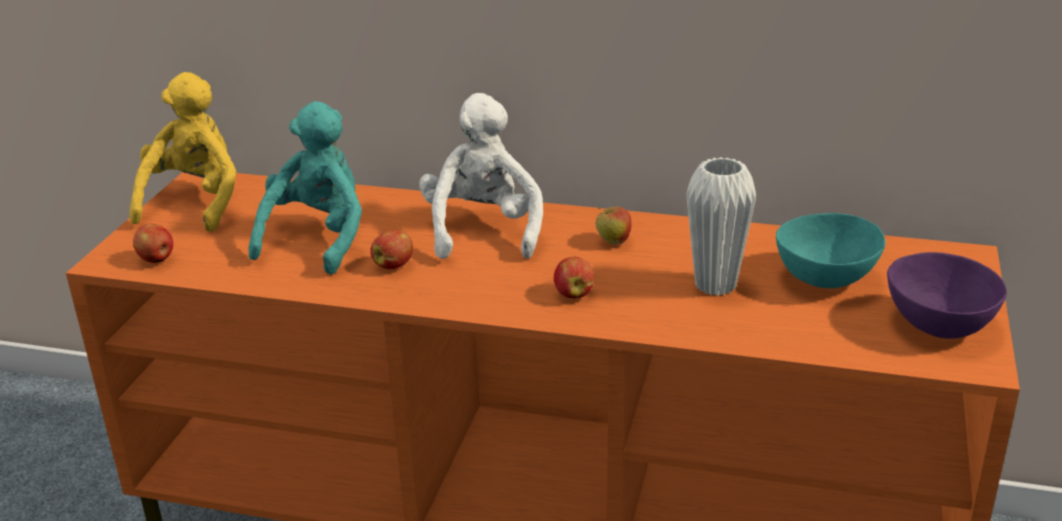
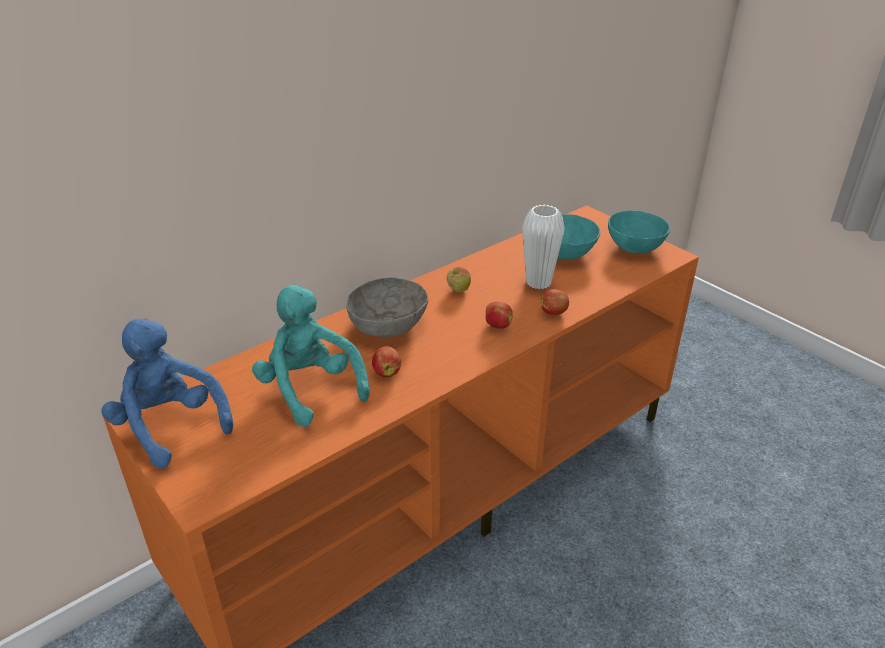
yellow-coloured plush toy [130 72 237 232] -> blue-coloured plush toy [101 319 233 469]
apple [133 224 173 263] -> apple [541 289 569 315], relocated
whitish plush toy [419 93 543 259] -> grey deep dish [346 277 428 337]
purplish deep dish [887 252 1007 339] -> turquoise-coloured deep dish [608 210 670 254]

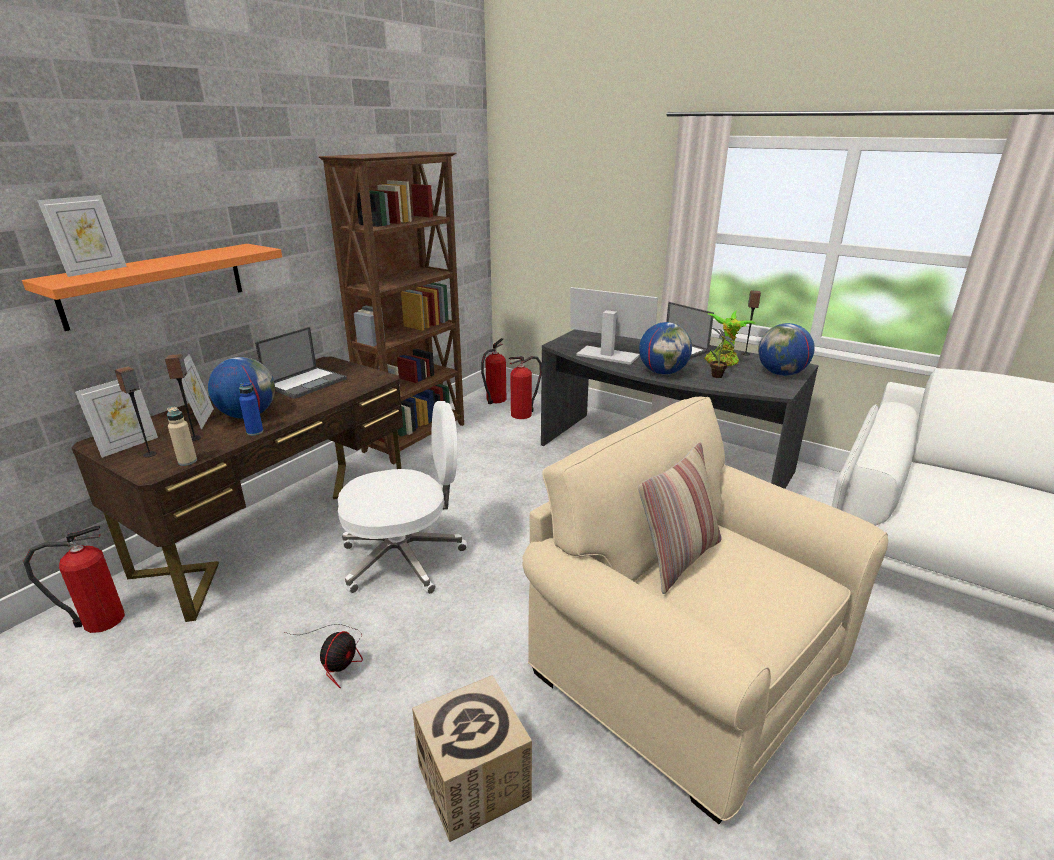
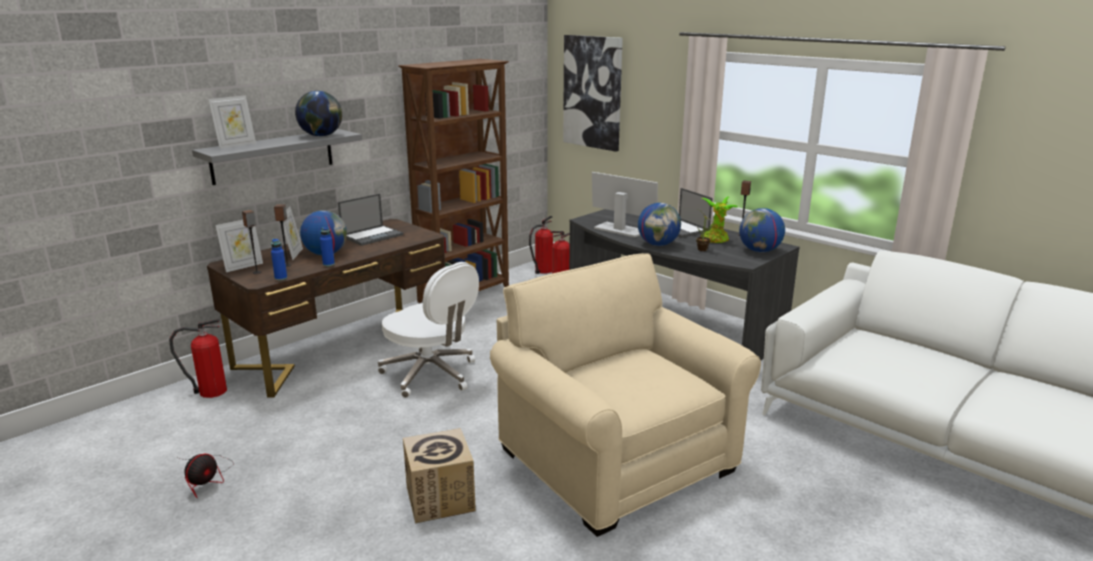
orange bracket shelf [22 244 282 331] -> grey bracket shelf [192 129 362 185]
beige drink bottle [167 407 197 466] -> blue-coloured drink bottle [271 239 287 280]
cooling fan [285 624 363 688] -> cooling fan [176 454 234 498], relocated
whitish desk chair [338 401 467 594] -> whitish desk chair [378 262 479 398], 45 degrees clockwise
cushion [638 443 721 594] -> none
none -> world globe [295 91 342 137]
none -> picture [563 35 623 152]

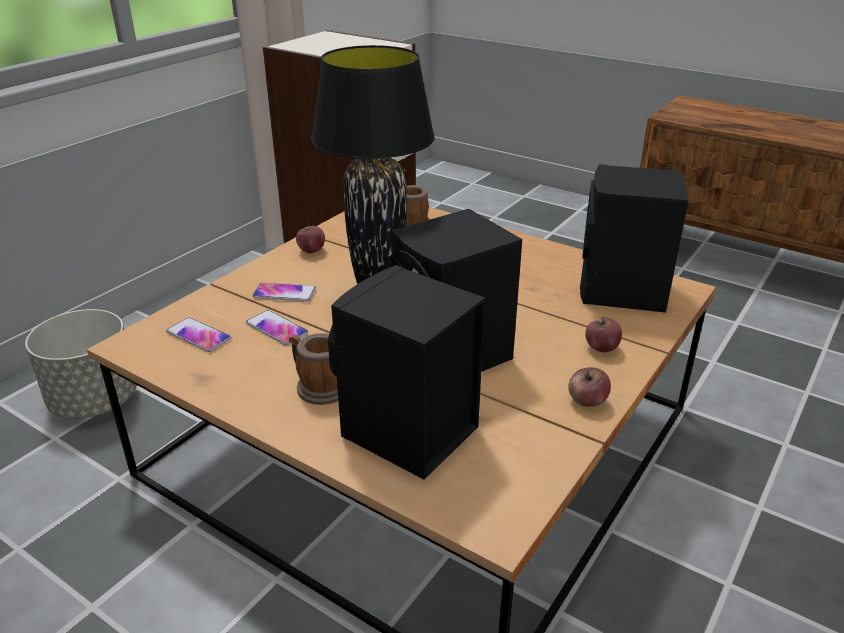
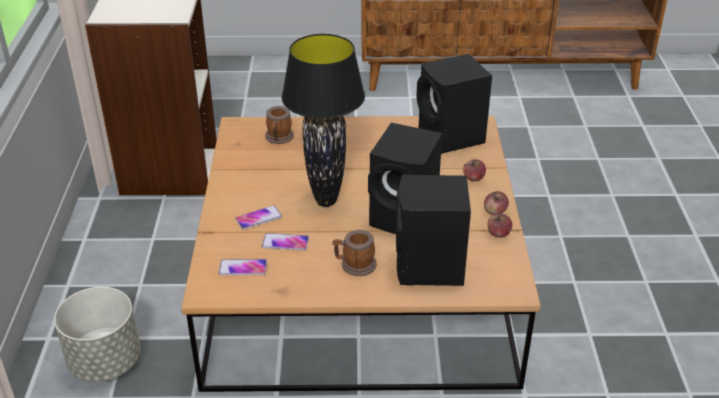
apple [296 224 325 253] -> apple [488 214 512 237], relocated

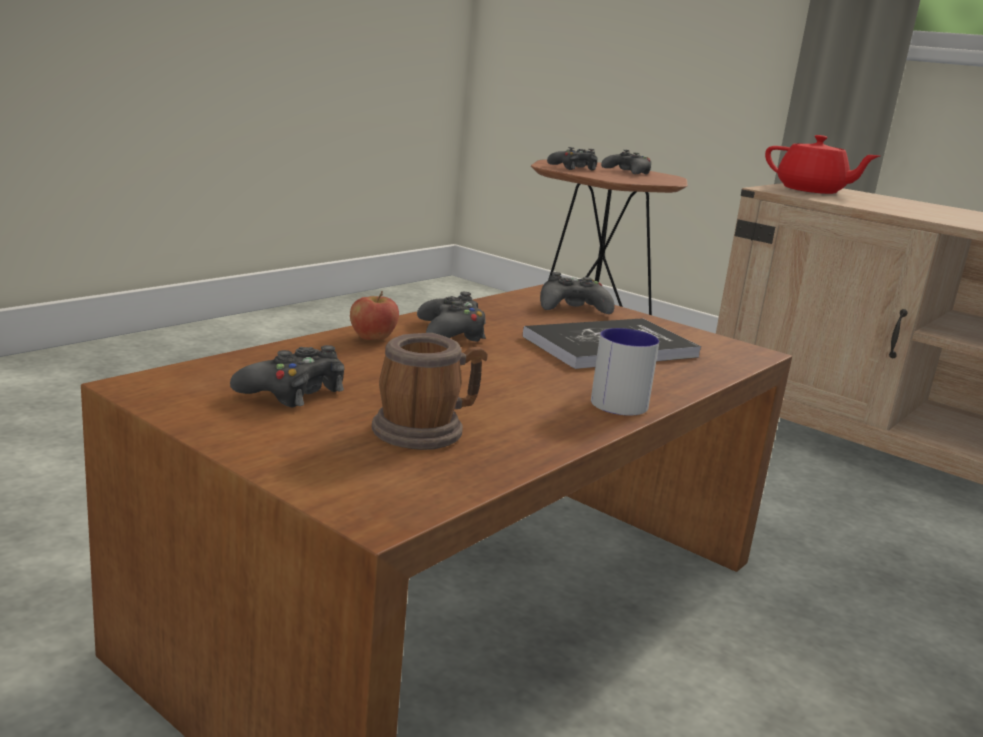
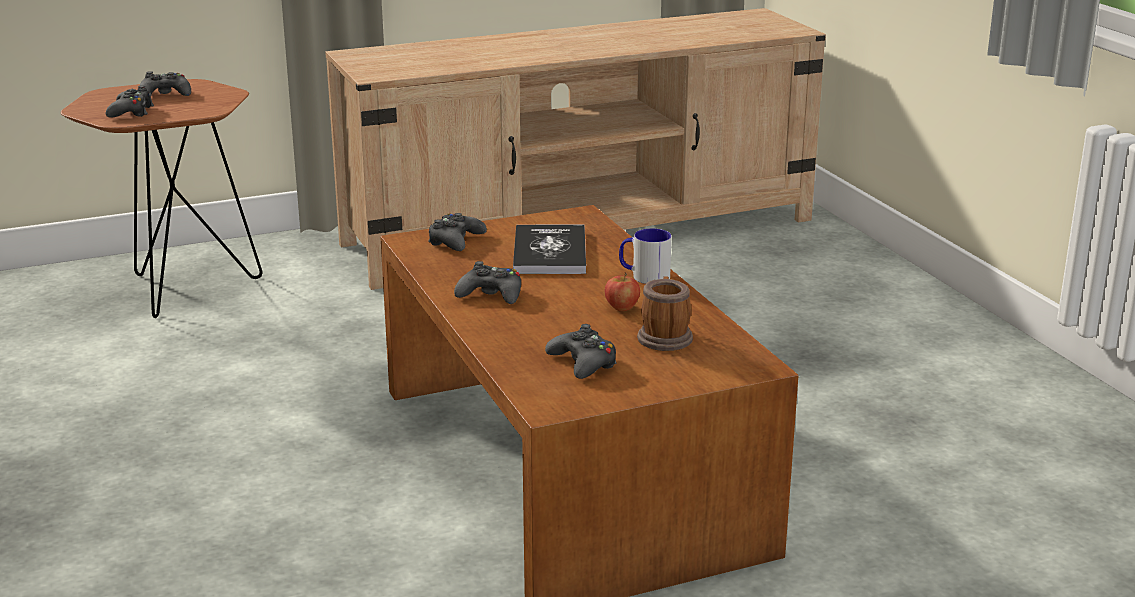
apple [350 291 399 340] -> apple [605 272 640 311], relocated
red-coloured pot for tea [765 135 880 194] -> none

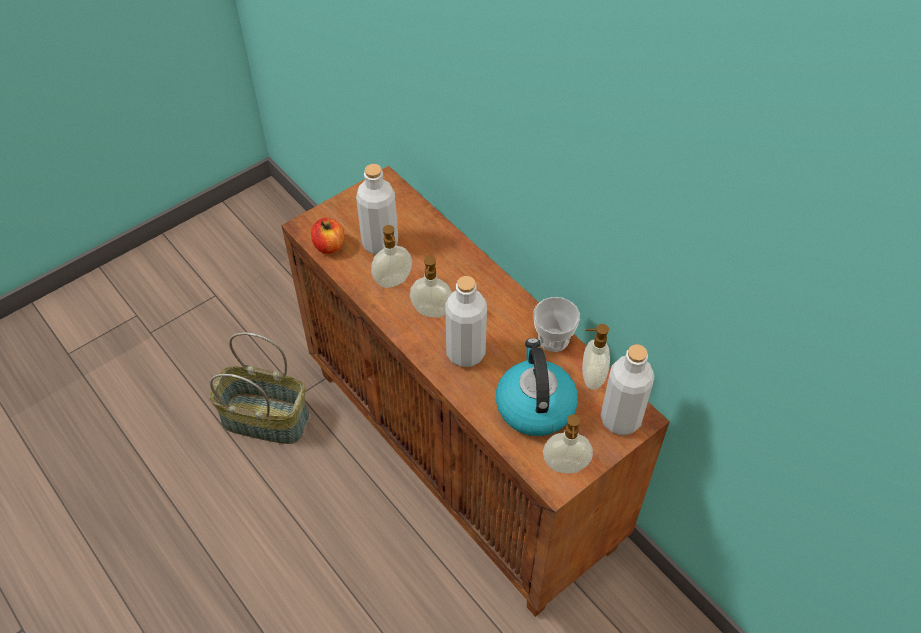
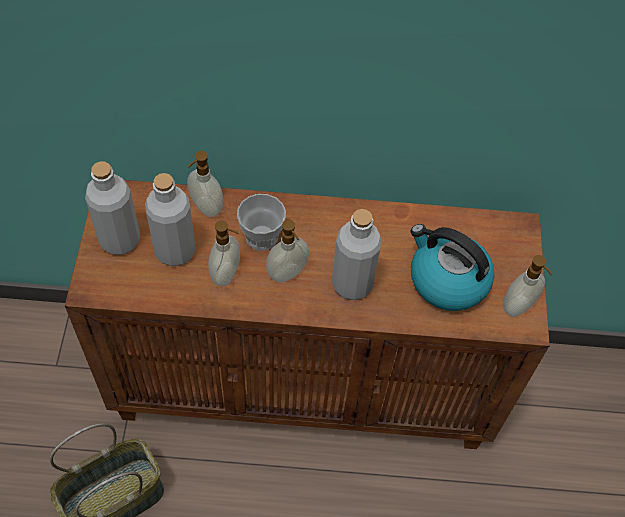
apple [311 218 344 254] -> none
drinking cup [533 297 580 352] -> drinking cup [237 194 286 251], relocated
soap dispenser [582 324 610 390] -> soap dispenser [187 151 223 217], relocated
grey drink bottle [600 344 654 435] -> grey drink bottle [85 161 140 255], relocated

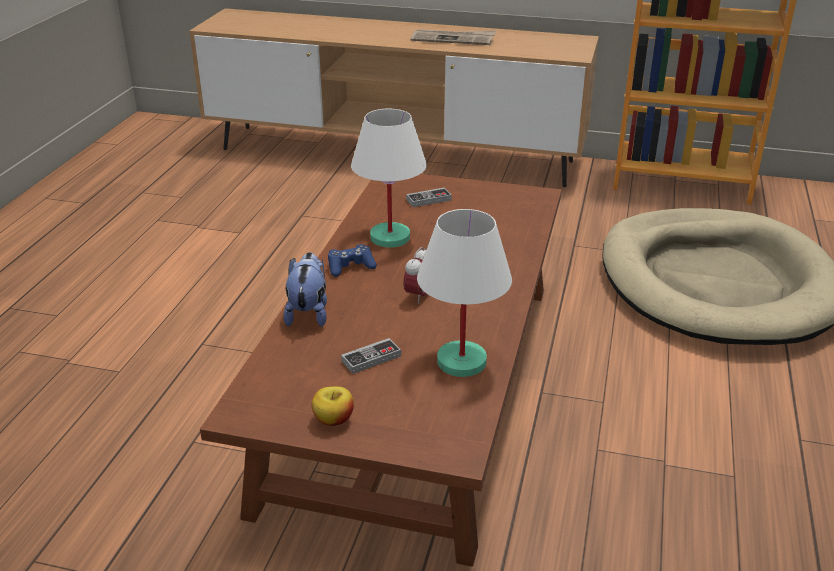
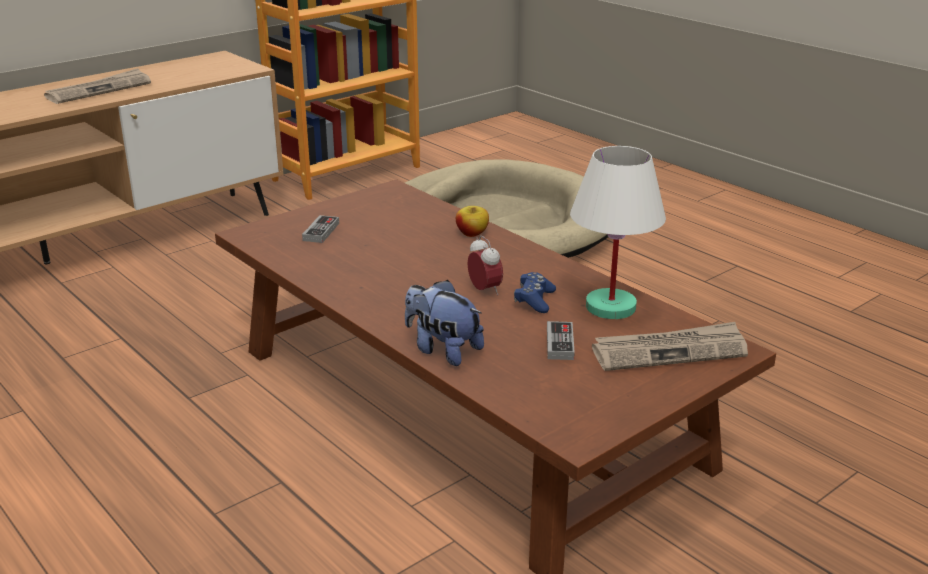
apple [312 386 354 426] -> apple [456 206 489 237], relocated
blue-coloured gamepad [328 244 377 277] -> blue-coloured gamepad [514 272 556 313], relocated
whitish tabletop lamp [351 109 427 248] -> none
none -> daily paper [592 322 748 371]

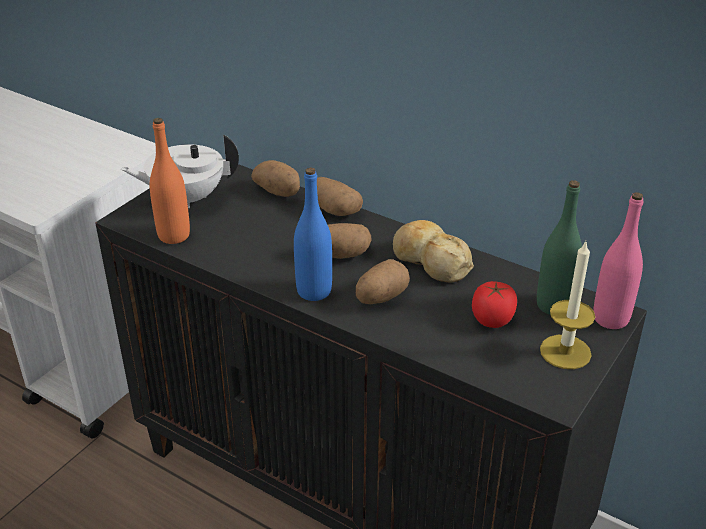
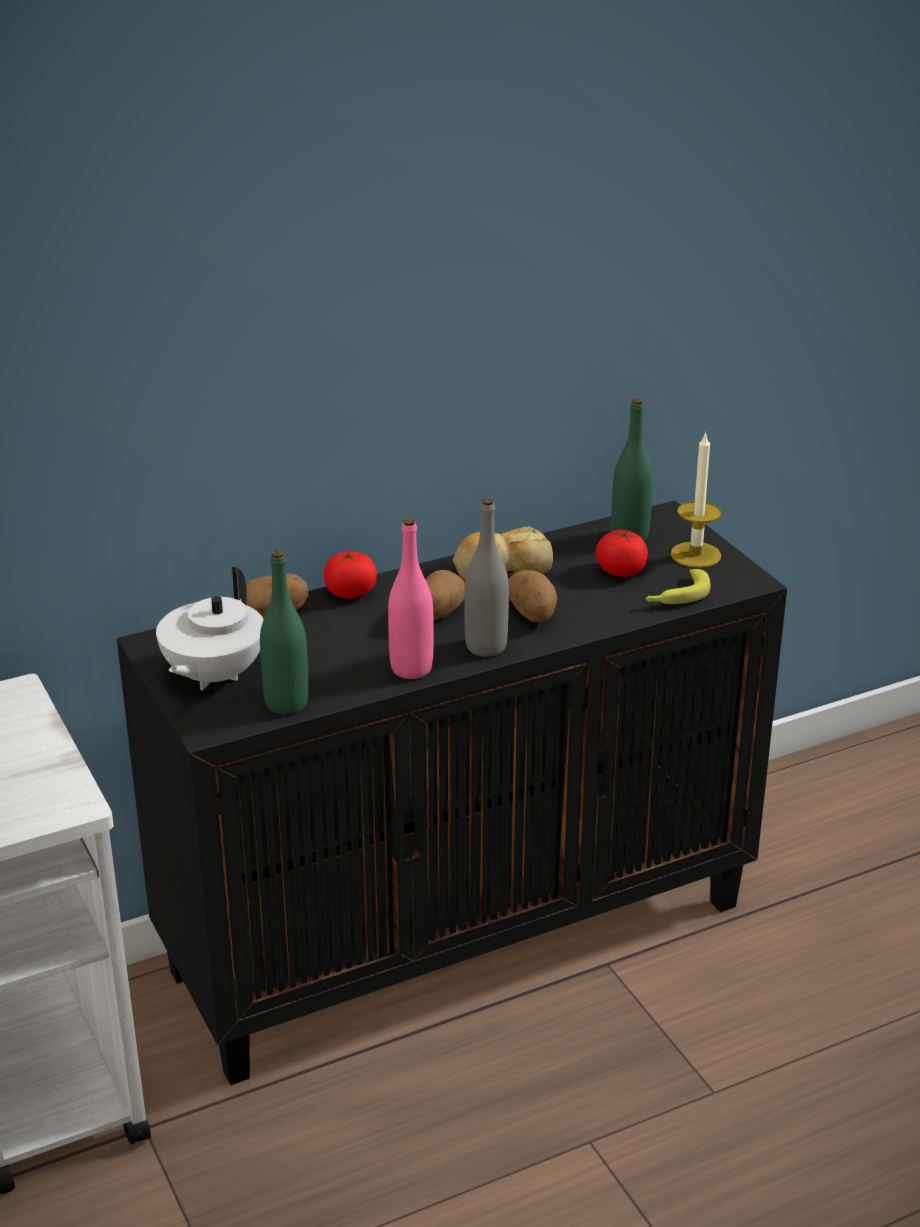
orange drink bottle [149 118 190 244] -> greenish drink bottle [260 550 308 715]
blue-coloured drink bottle [294 167 332 301] -> grey drink bottle [464 498 509 657]
spud [317 177 363 216] -> whole tomato [324 550 377 599]
pink drink bottle [593 192 643 329] -> pink drink bottle [388 518 433 679], relocated
none -> banana [645 569 711 604]

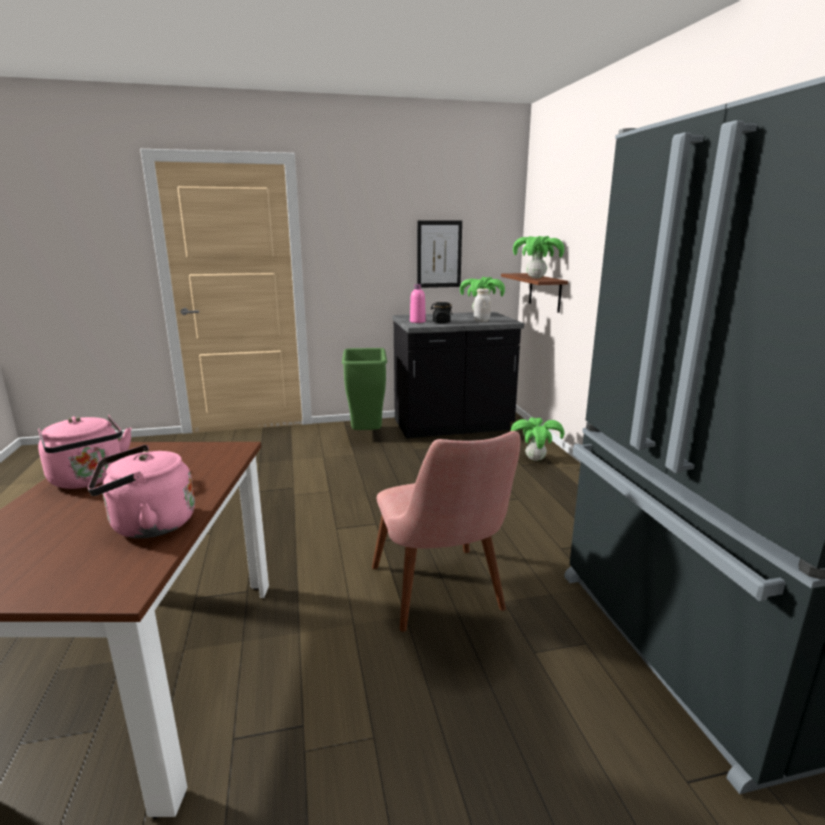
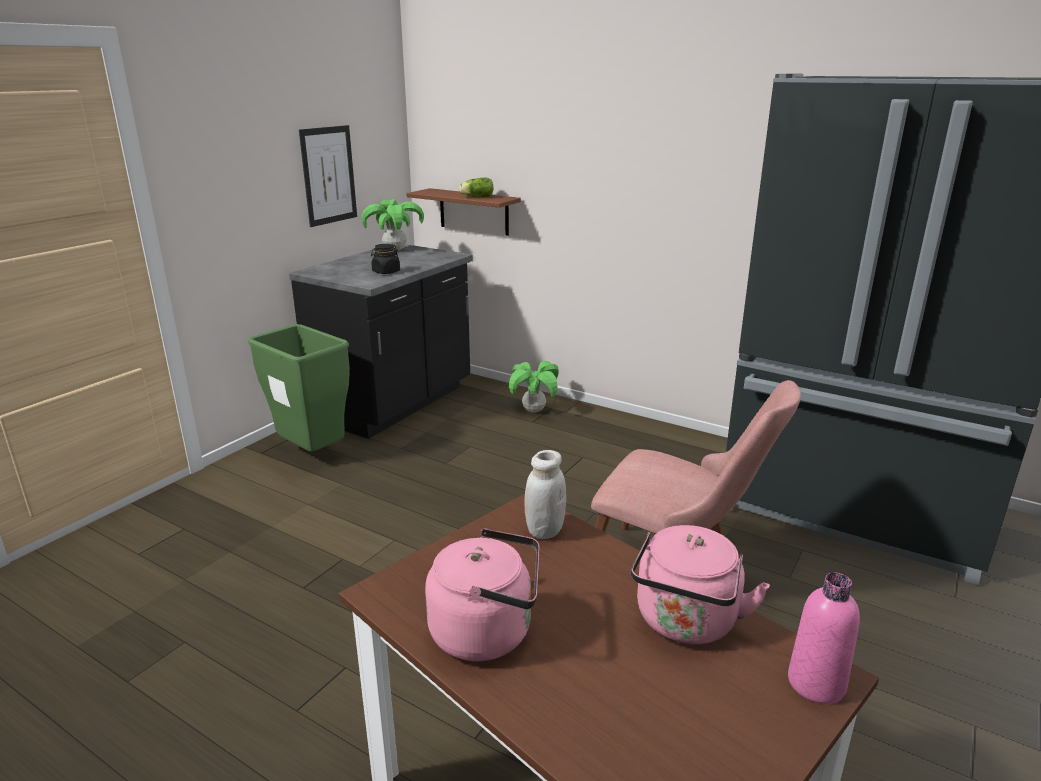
pink drink bottle [410 284 426 323] -> pink drink bottle [788 572 860 704], relocated
whitish jar [474 288 491 322] -> whitish jar [524 450 566 539], relocated
plant in a pot [513 236 564 278] -> head of lettuce [459 178 493 197]

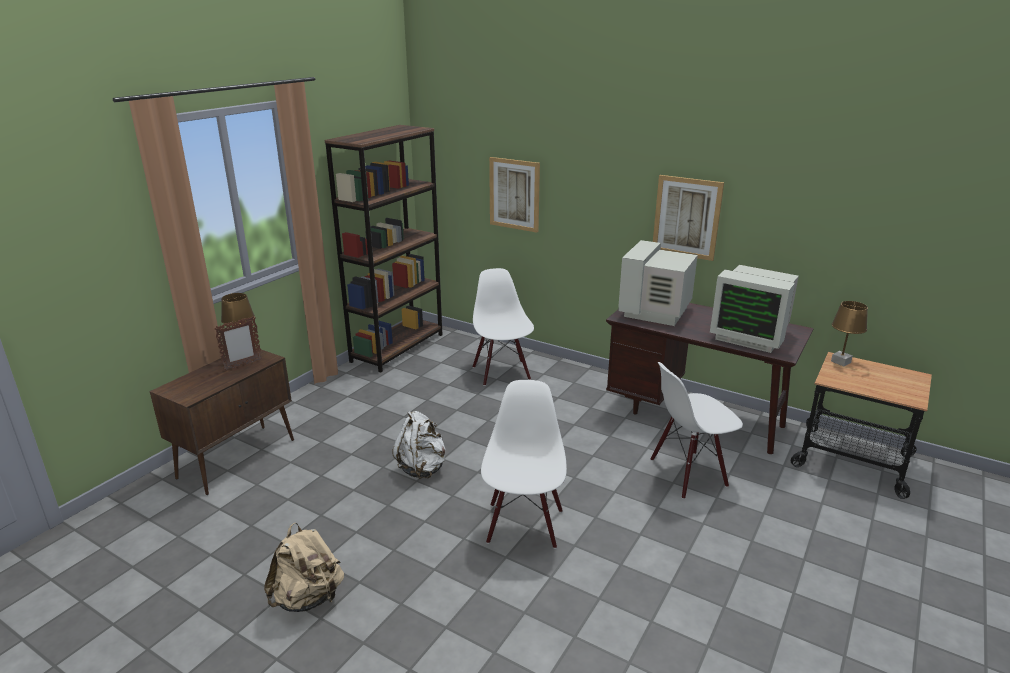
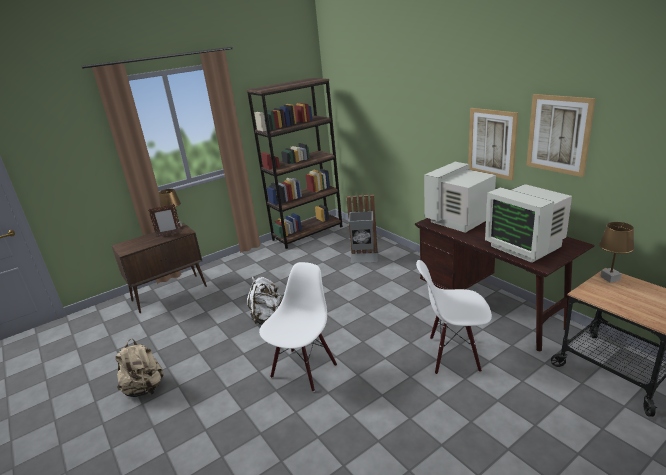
whitish plain chair [472 268 534 386] -> grey rubbish bin [347 195 378 263]
picture [489 157 540 233] -> picture [526 94 596 177], relocated

